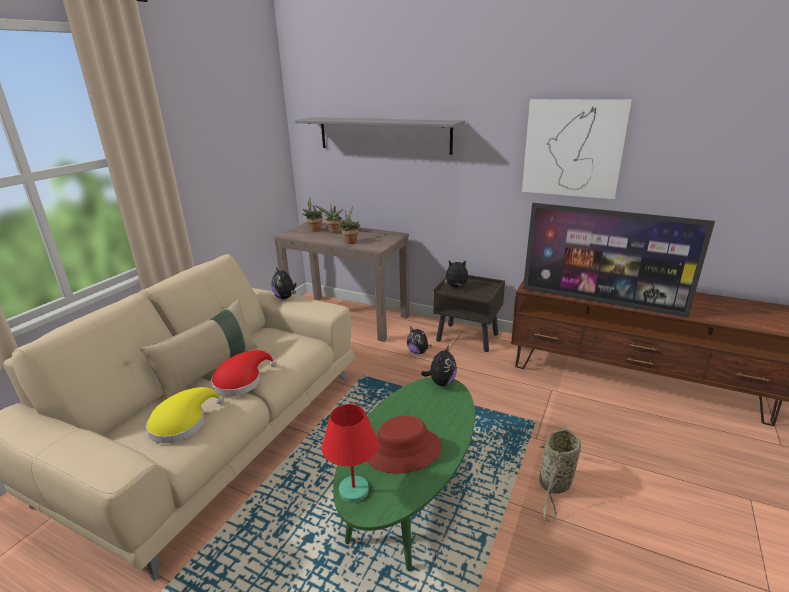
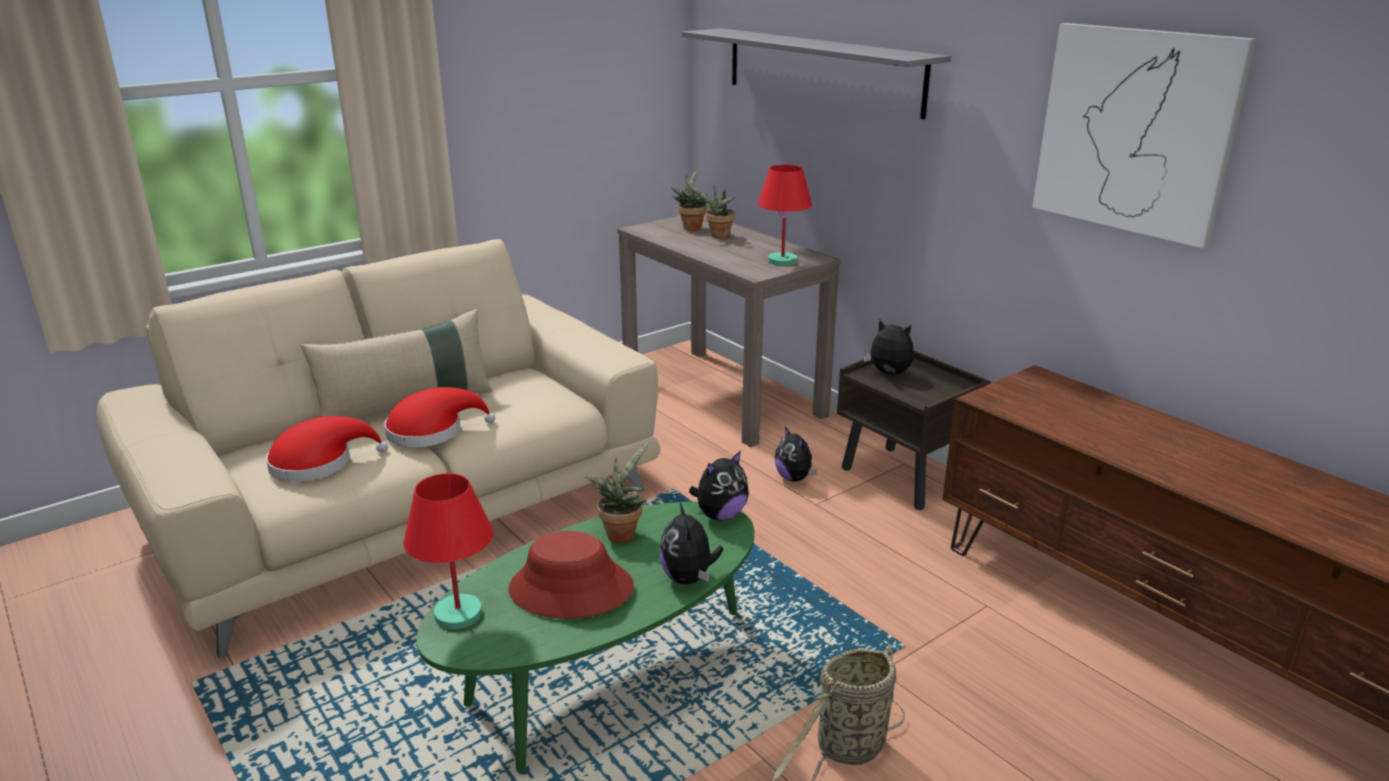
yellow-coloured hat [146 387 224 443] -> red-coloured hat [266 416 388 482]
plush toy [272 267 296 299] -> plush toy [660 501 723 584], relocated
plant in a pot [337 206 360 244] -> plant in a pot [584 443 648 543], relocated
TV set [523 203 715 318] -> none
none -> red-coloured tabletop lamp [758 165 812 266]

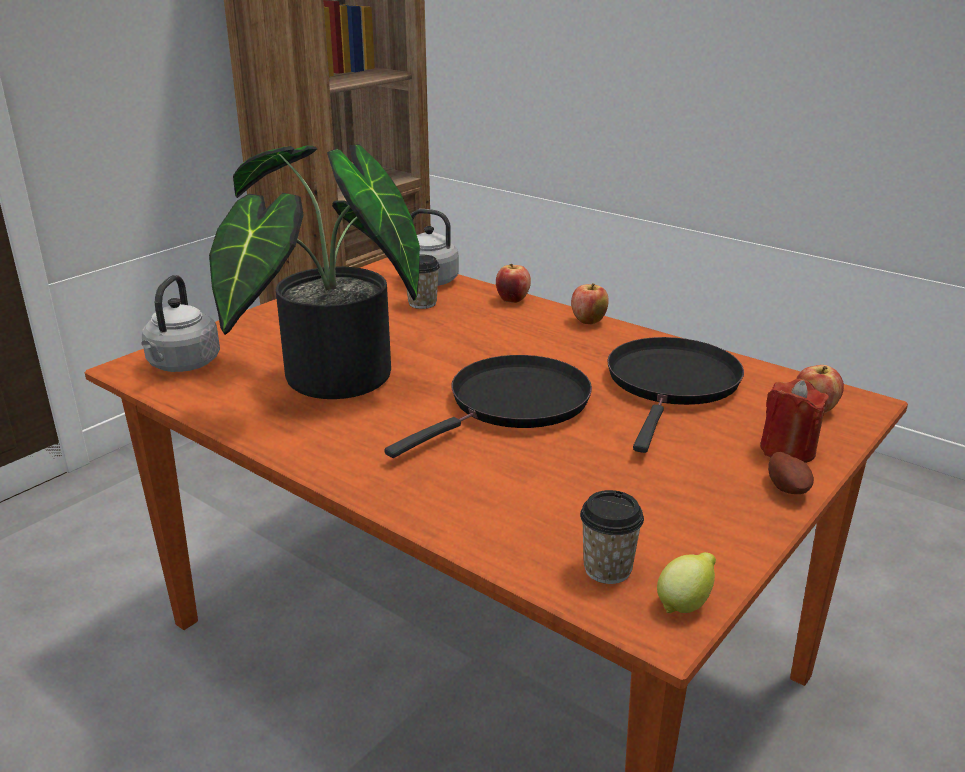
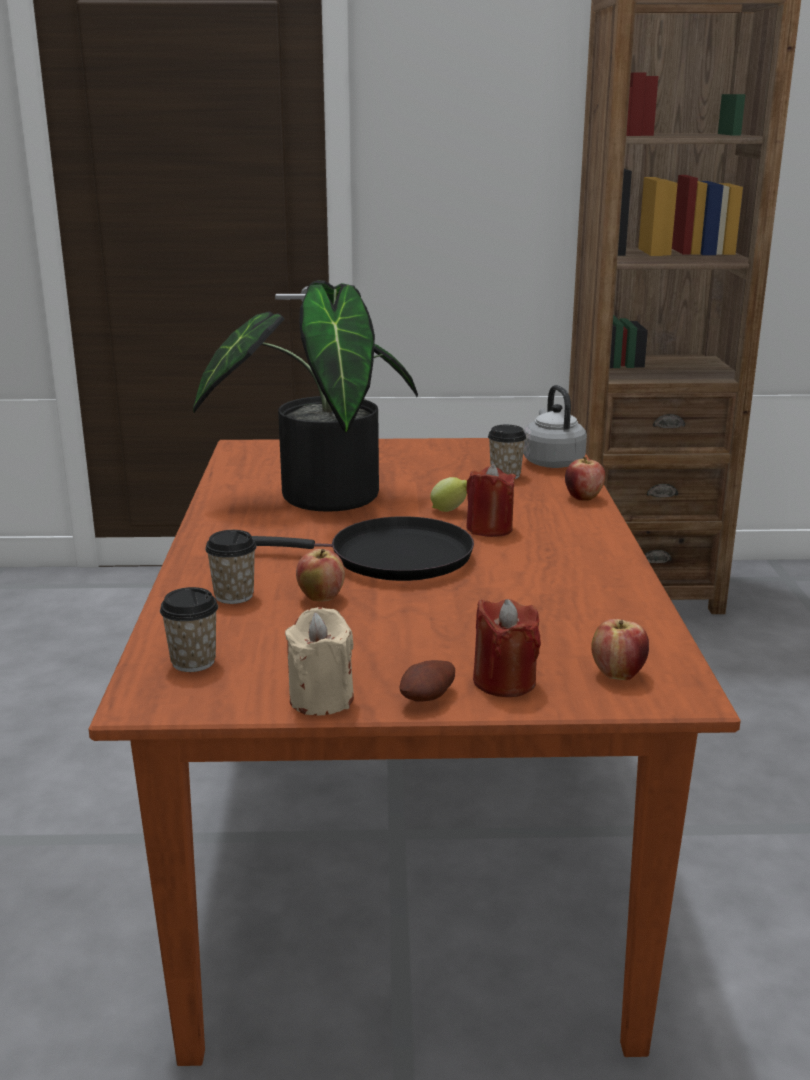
grey water kettle [141 275 220 372] -> none
apple [571 283 609 324] -> apple [296 549 345 602], relocated
blackish pan [607 337 744 453] -> none
citrus fruit [657 552 716 613] -> citrus fruit [431 477 467 512], relocated
none -> drinking cup [205 530 257 604]
none -> beige wax light [285 607 354 715]
none -> red-coloured wax light [466 464 516 537]

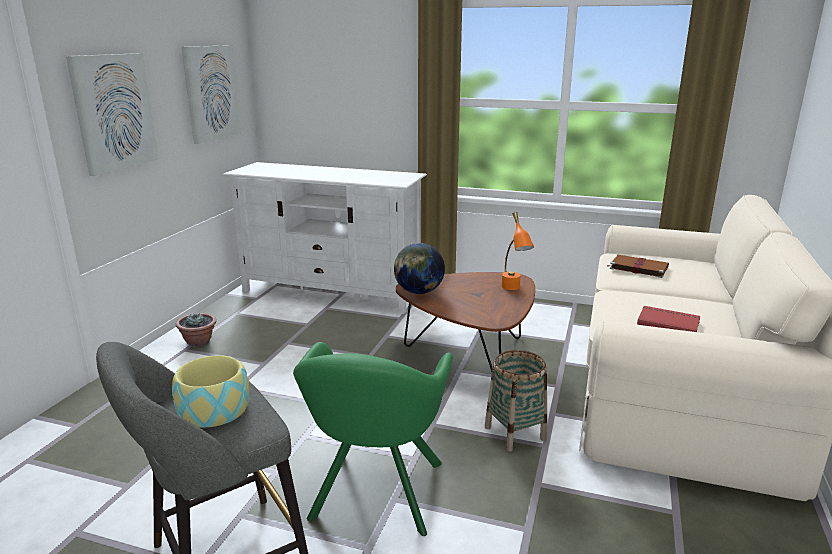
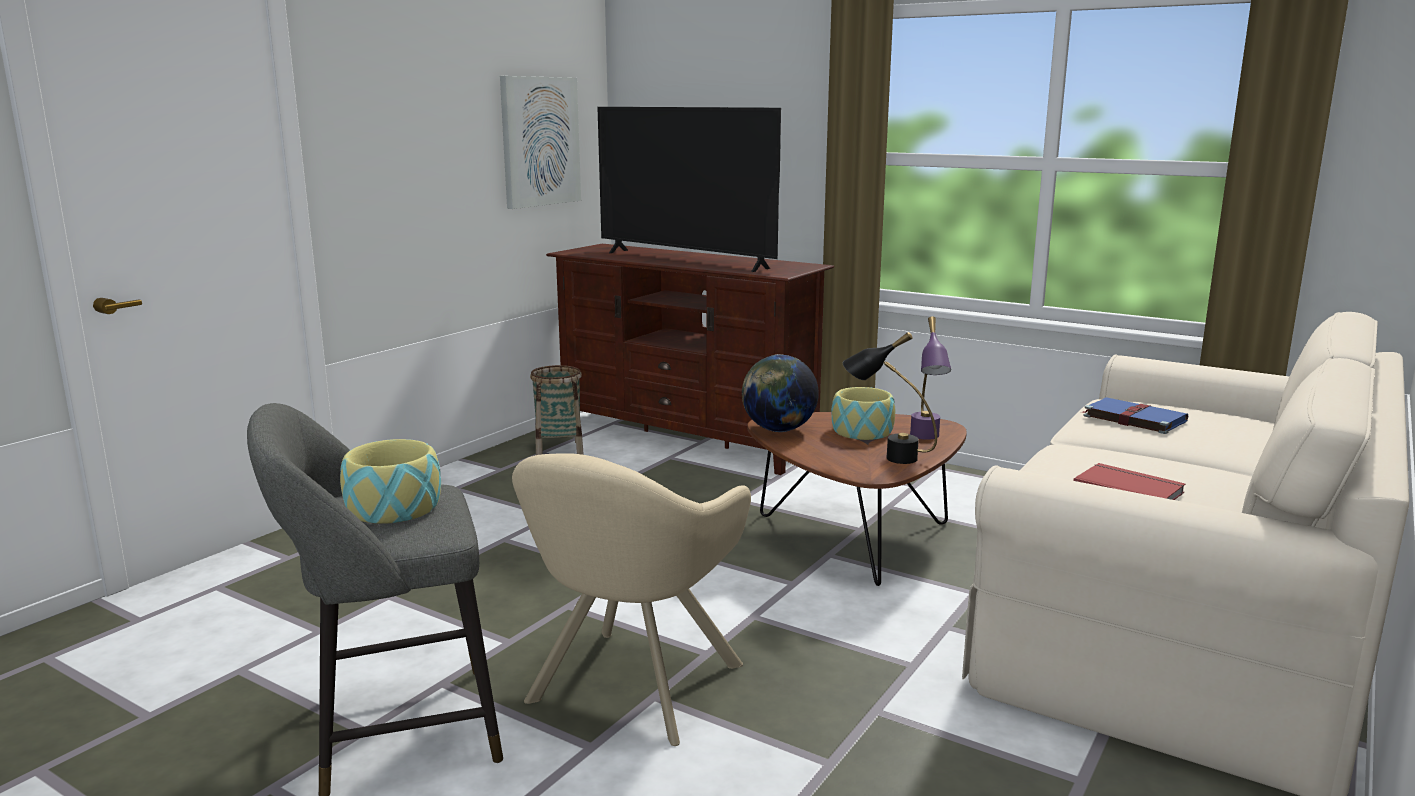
picture [66 53 159 176] -> none
plant in a pot [176 313 216 347] -> none
whitish tv stand [223 162 427 314] -> brown-coloured tv stand [546 244 834 475]
greenish easy chair [293 342 453 536] -> beige easy chair [512 453 751 746]
basket [485 350 547 452] -> basket [530 365 584 455], relocated
orange tabletop lamp [502 212 534 290] -> purplish tabletop lamp [910 316 951 440]
brown-coloured volume [608 255 669 278] -> blue-coloured volume [1081 397 1188 434]
none -> TV set [597 107 781 272]
none -> deep dish [831 387 895 440]
none -> blackish tabletop lamp [843 332 937 464]

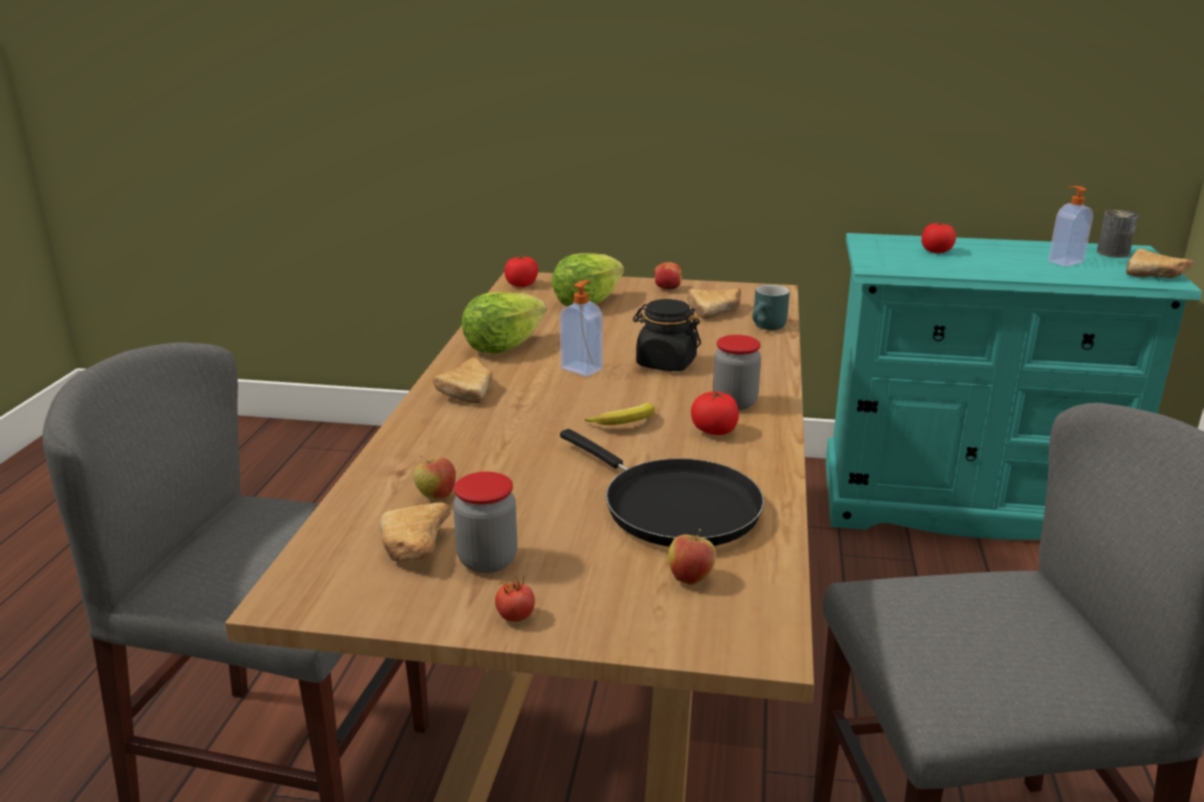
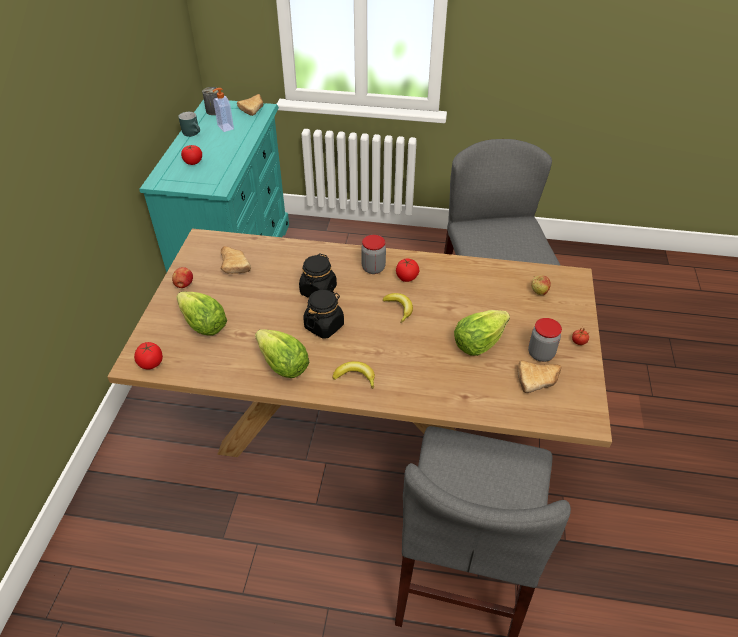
apple [413 456 456 500] -> none
baked bread [433 357 492 404] -> banana [333 361 375 389]
soap dispenser [560 280 603 377] -> blackish jar [303 290 344 339]
blackish pan [560 429 764 547] -> none
turquoise-coloured tea mug [752 285 790 330] -> turquoise-coloured tea mug [178 112 200 137], relocated
none -> head of lettuce [454 310 510 356]

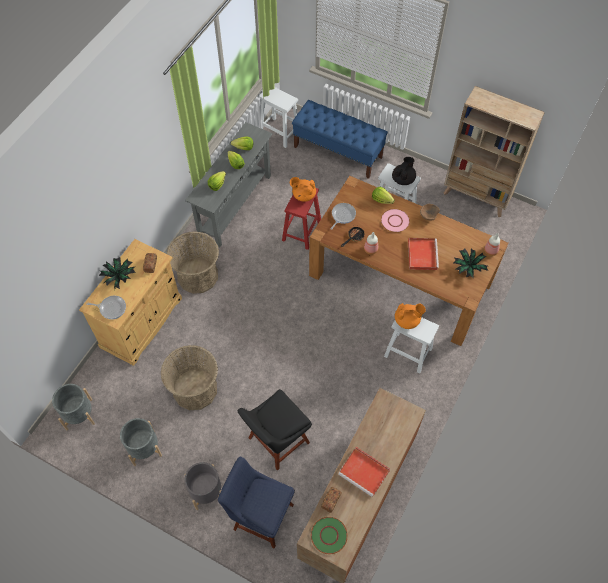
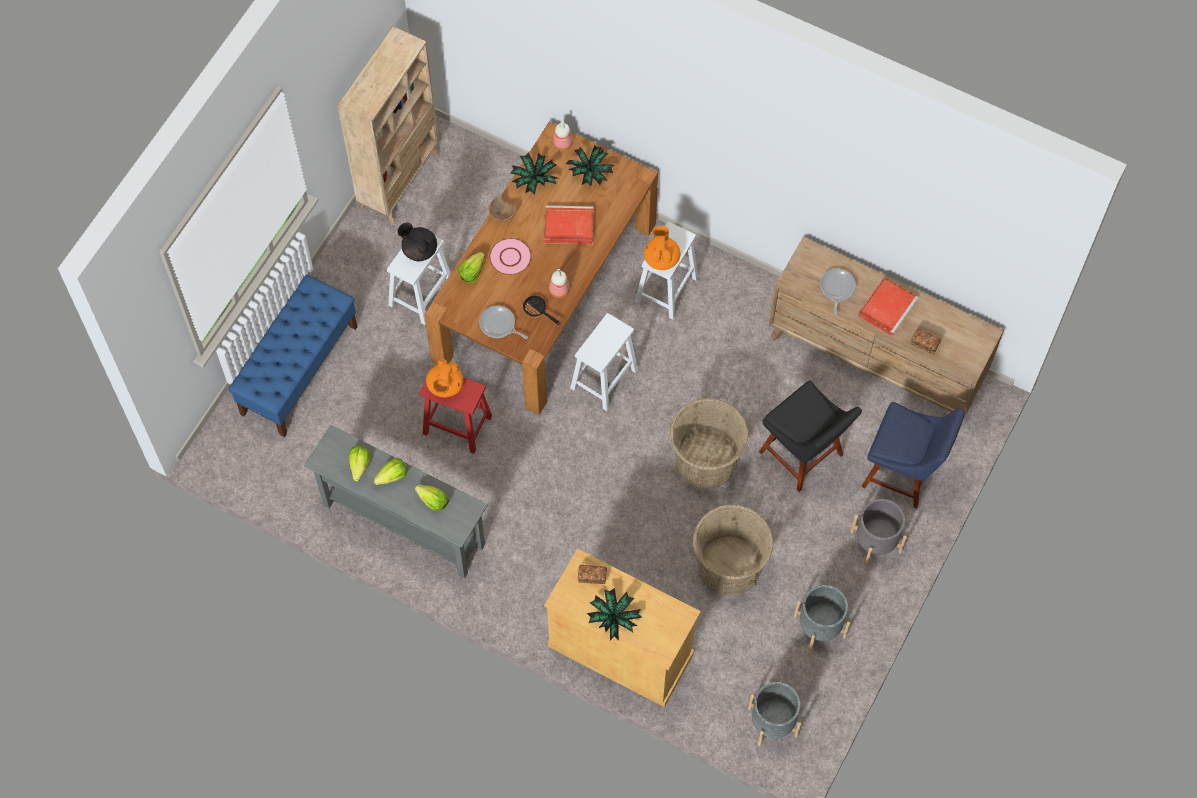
pan [86 296 126 319] -> pan [820 269 856 316], relocated
basket [167 232 219 294] -> basket [670 398 748 489], relocated
blue-coloured plain chair [218 457 295 549] -> blue-coloured plain chair [862 402 965 509], 90 degrees counterclockwise
whitish sitting stool [259 87 298 148] -> whitish sitting stool [570 313 638 411], relocated
greenish dinner plate [311 517 348 554] -> none
none -> plant in a pot [510 152 557 195]

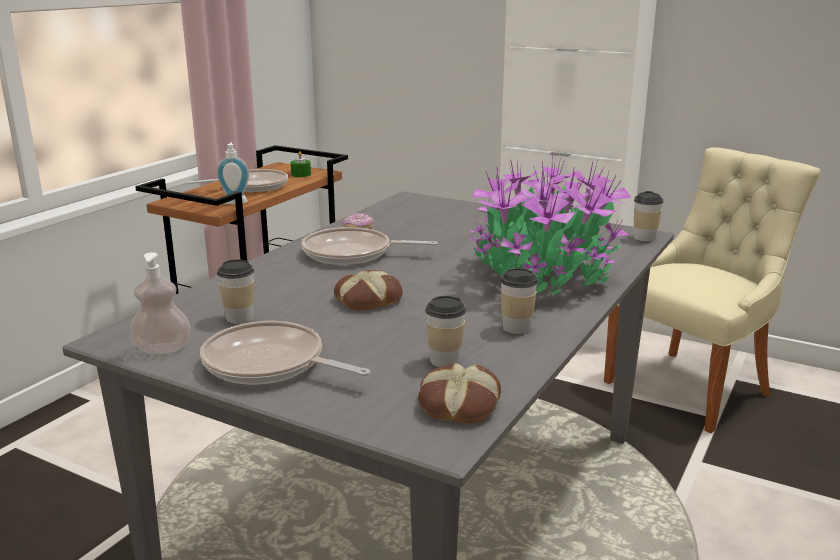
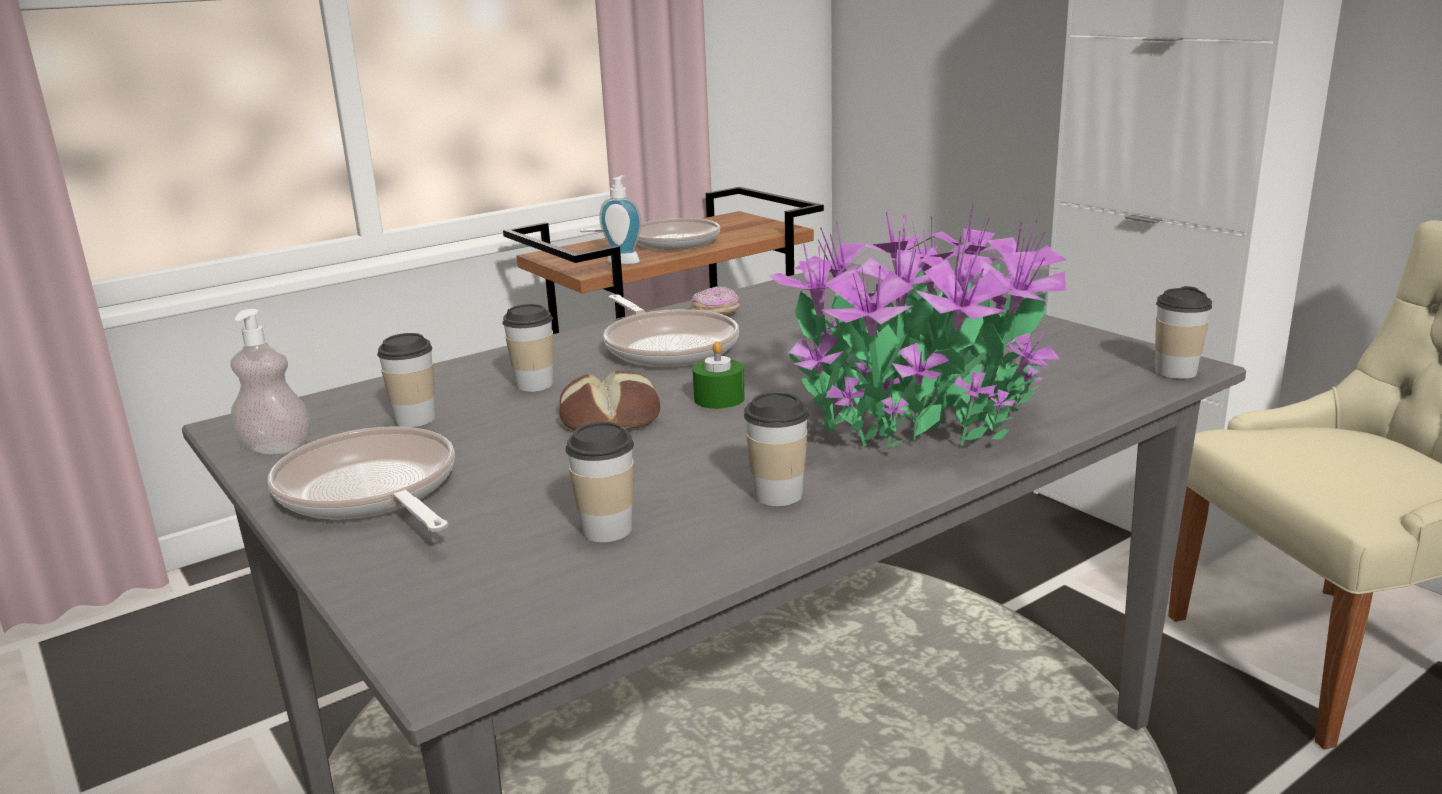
greenish wax light [291 151 311 177] -> greenish wax light [693 341 745 409], relocated
pan [302 227 437 265] -> pan [603 294 739 367], 150 degrees counterclockwise
baked bread [418 363 501 424] -> none
none -> drinking cup [502 304 553 392]

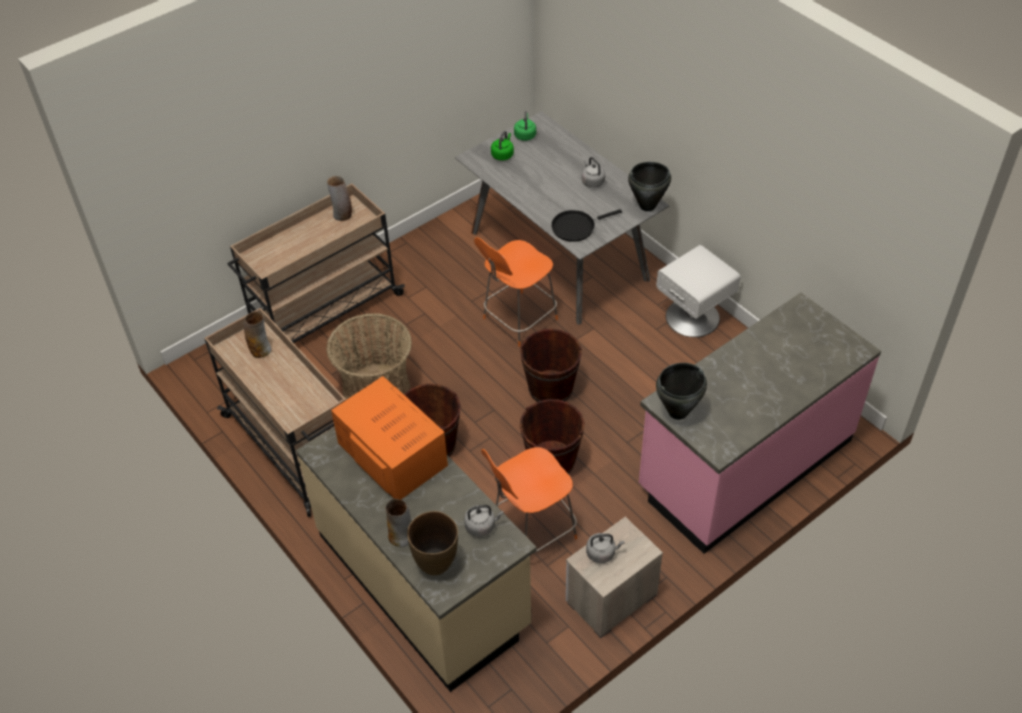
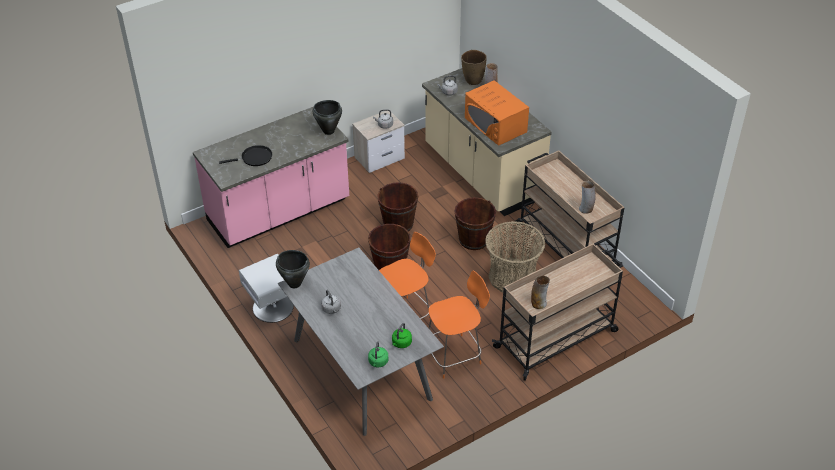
orange plain chair [481 447 577 552] -> orange plain chair [428 270 490 379], relocated
blackish pan [551 209 622 242] -> blackish pan [219 145 272 166], relocated

